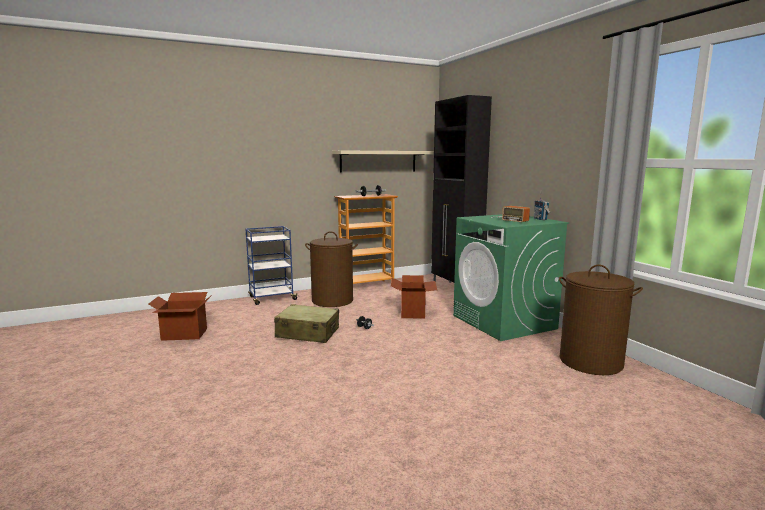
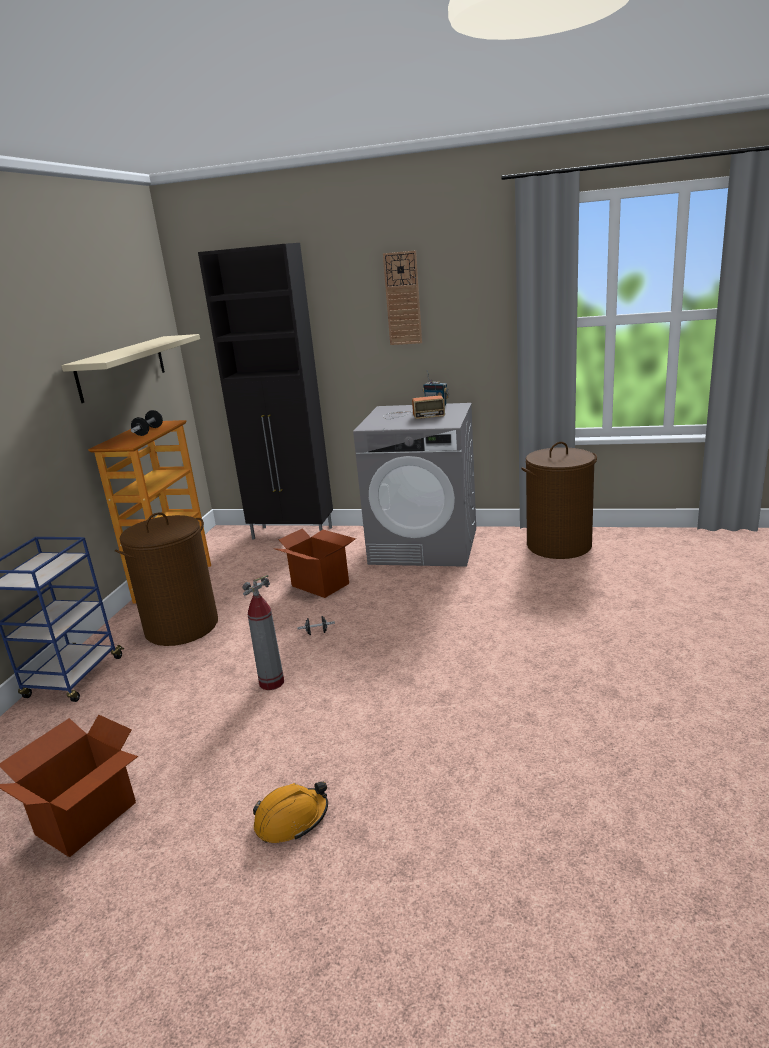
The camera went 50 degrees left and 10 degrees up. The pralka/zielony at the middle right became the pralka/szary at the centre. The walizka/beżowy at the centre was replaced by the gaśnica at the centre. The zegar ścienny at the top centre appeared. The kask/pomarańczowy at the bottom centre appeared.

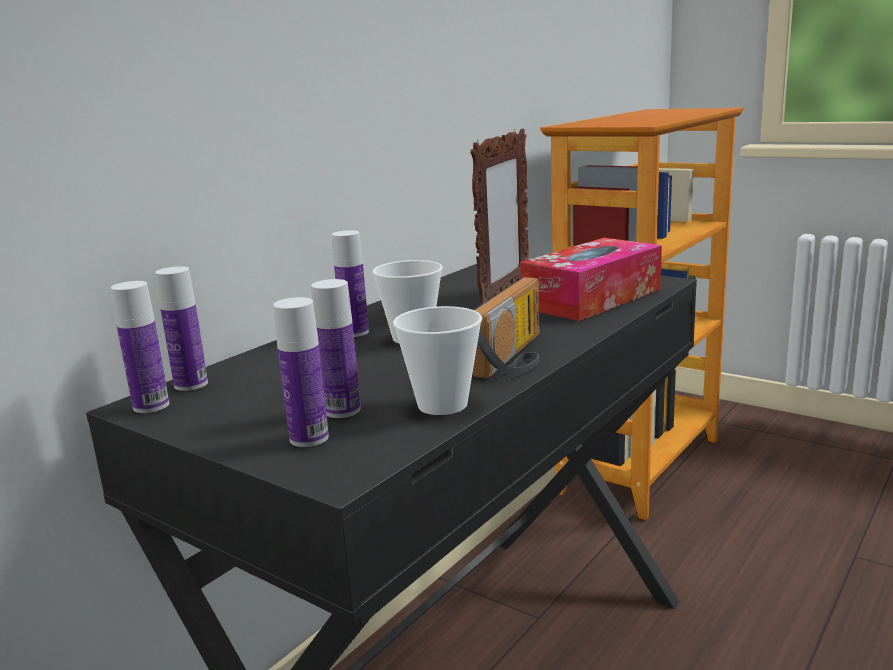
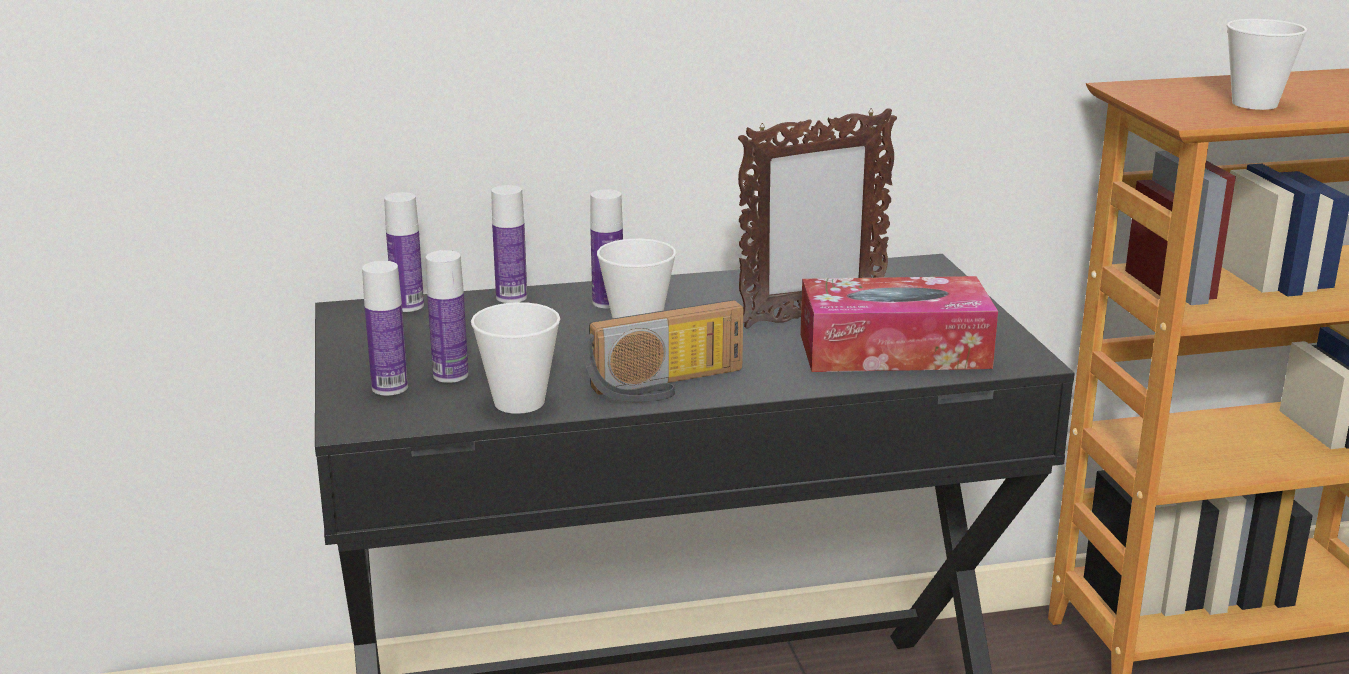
The camera went 40 degrees right and 5 degrees up. The butelka (1st from left in the first image) moved from the middle left to the centre. The filiżanka (3rd from left) at the top right appeared.

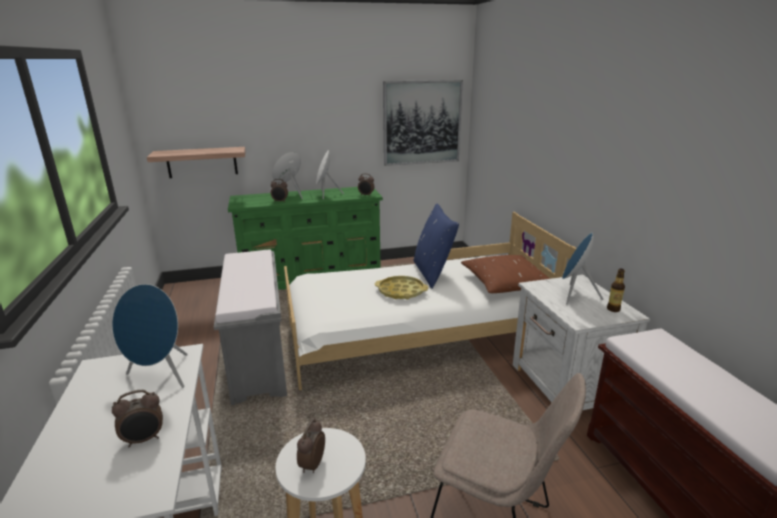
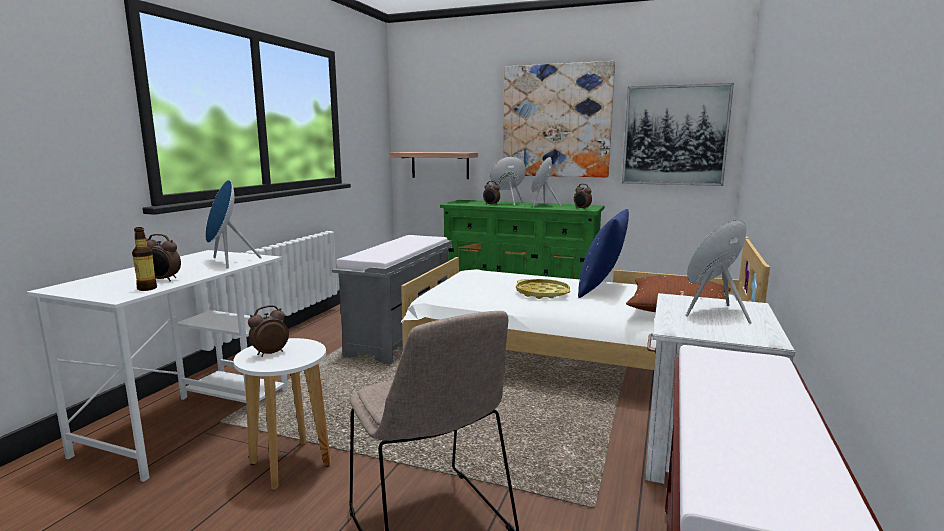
The camera went 35 degrees right and 10 degrees down. The butelka moved from the middle right to the middle left. The obraz (1st from left) at the top centre appeared.

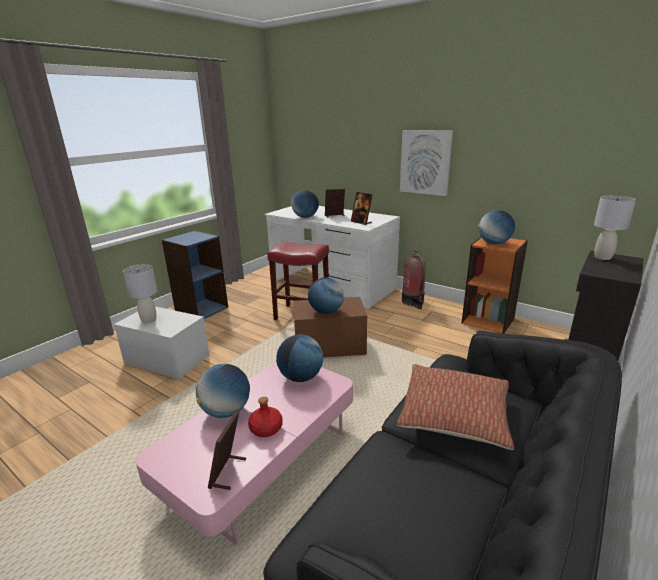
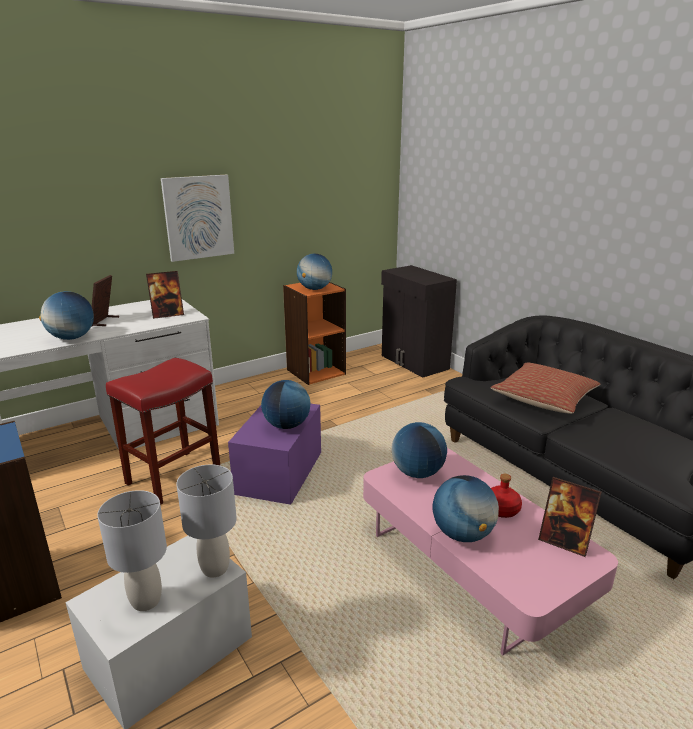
The camera went 70 degrees left and 0 degrees up. The lampa stołowa/szary (2nd from left) moved from the middle right to the bottom left. The gaśnica at the centre disappeared. The pojemnik do przechowywania/brązowy at the centre became the pojemnik do przechowywania/fioletowy at the centre.

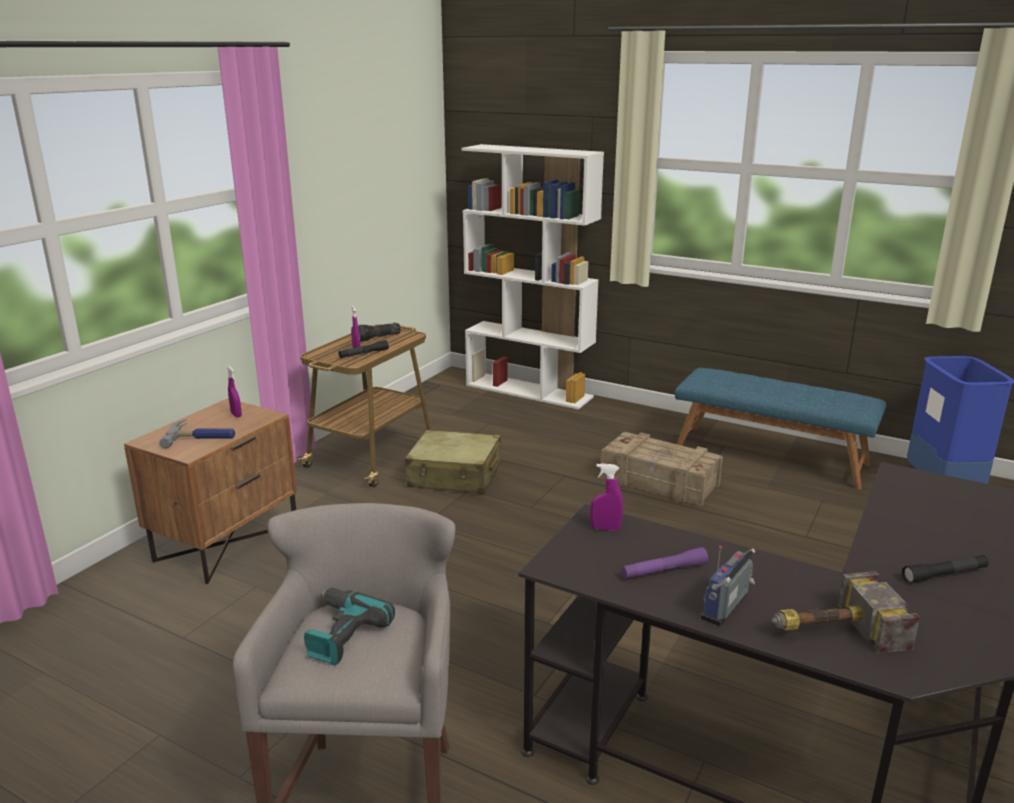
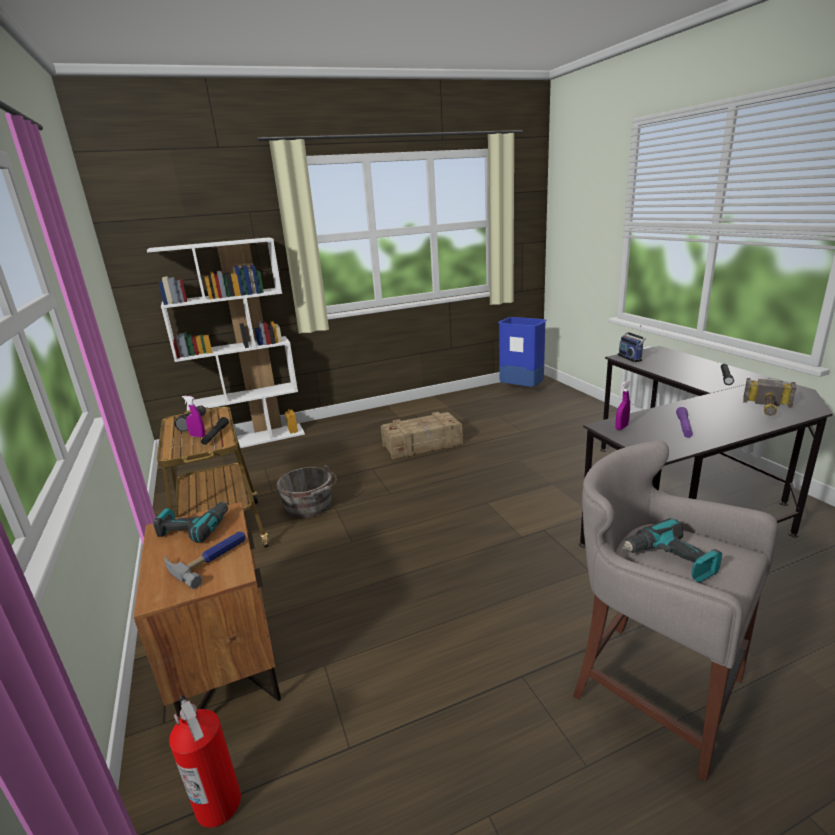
The camera went 50 degrees left and 0 degrees up. The spryskiwacz/fioletowy (1st from left) at the middle left was replaced by the wiertarka (1st from left) at the middle left. The ławka/niebieski at the middle right disappeared. The walizka/beżowy at the centre was replaced by the wiadro/szary at the centre. The radio moved from the bottom right to the middle right. The gaśnica at the bottom left appeared.

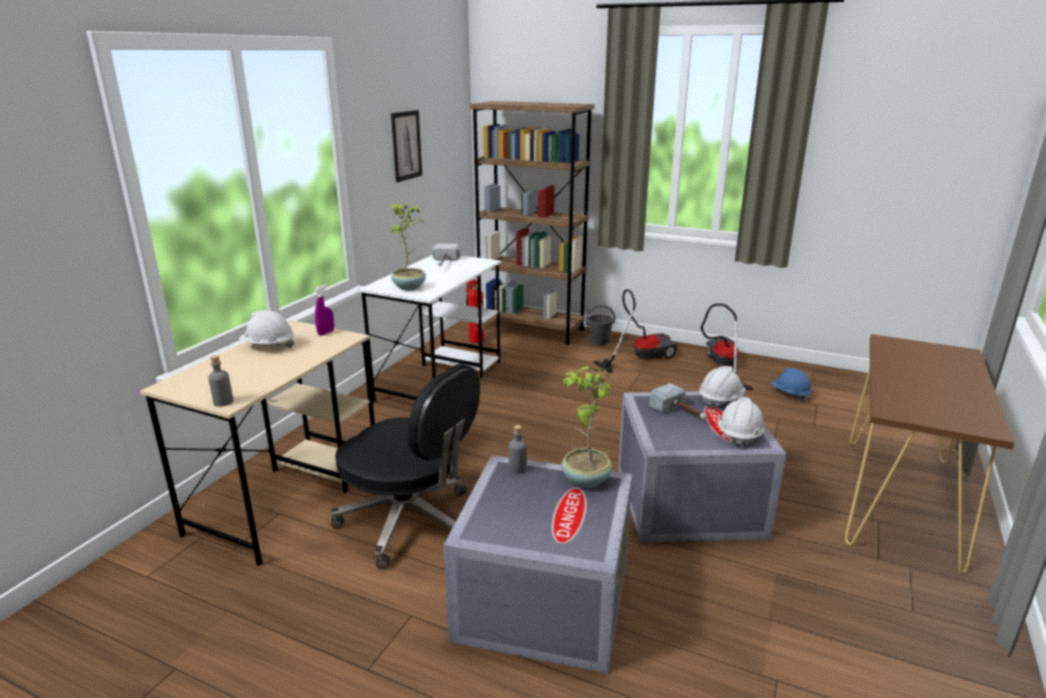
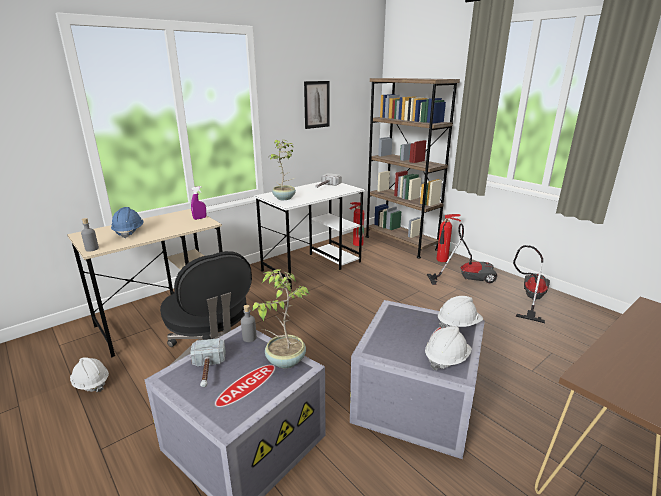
The camera went 25 degrees right and 0 degrees up. The wiadro/szary at the centre was replaced by the gaśnica (2nd from left) at the middle right. The kask/biały (1st from left) moved from the middle left to the bottom left. The kask/niebieski moved from the middle right to the middle left. The młotek (2nd from left in the first image) moved from the centre to the bottom left.

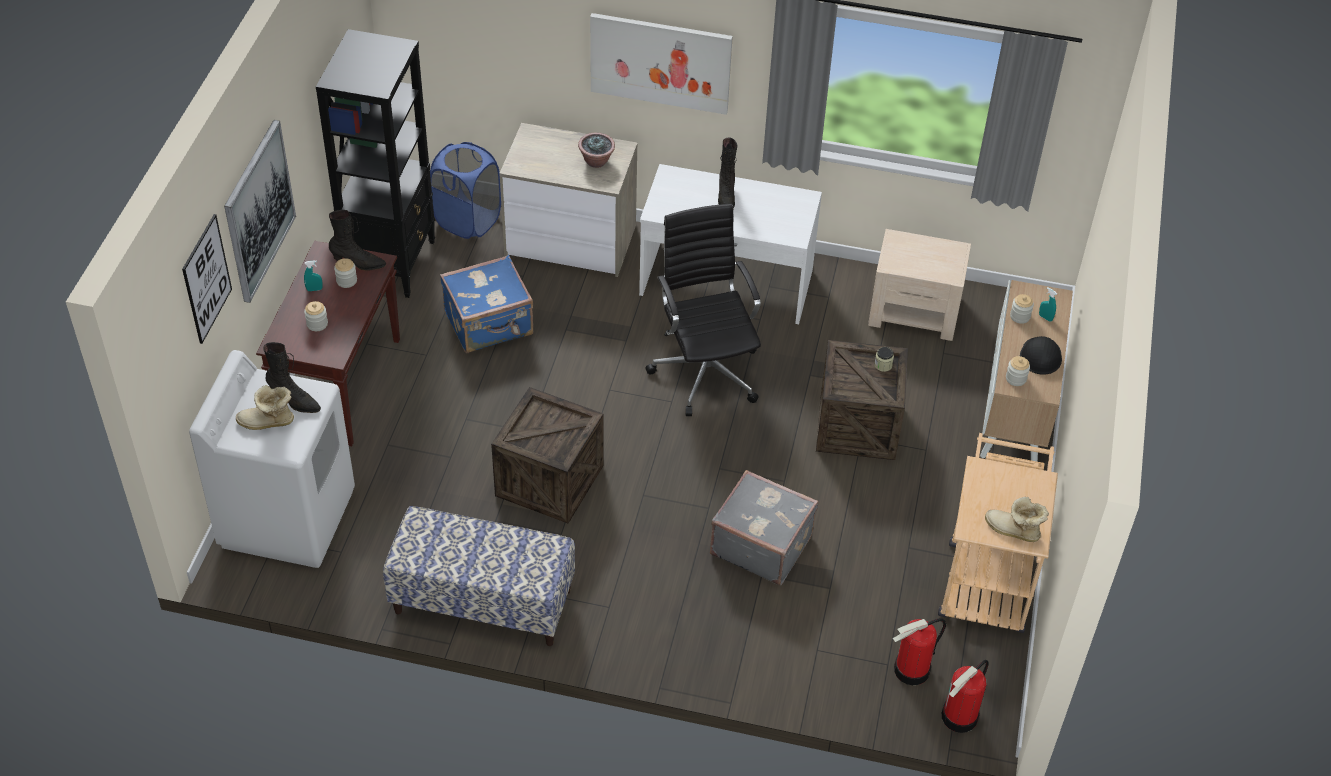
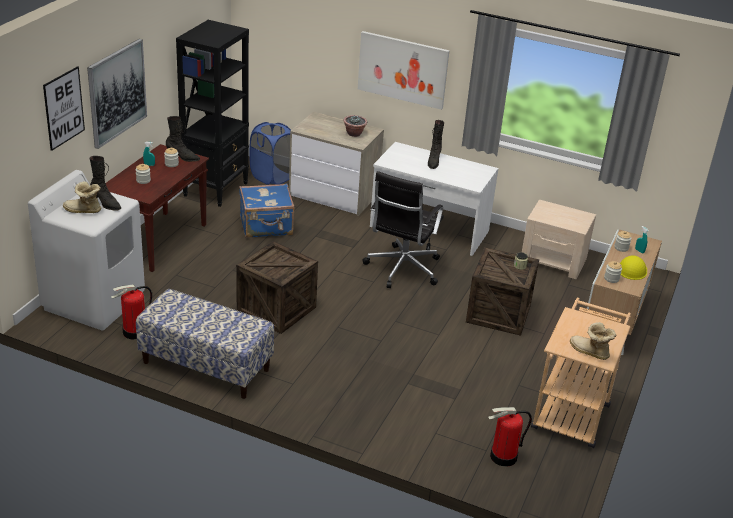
The camera went 10 degrees right and 15 degrees down. The krzesło biurowe/czarny at the centre turned 150 degrees counterclockwise. The kask/czarny at the middle right became the kask/żółty at the middle right. The walizka/szary at the bottom centre disappeared. The gaśnica (2nd from left in the first image) moved from the bottom right to the middle left.

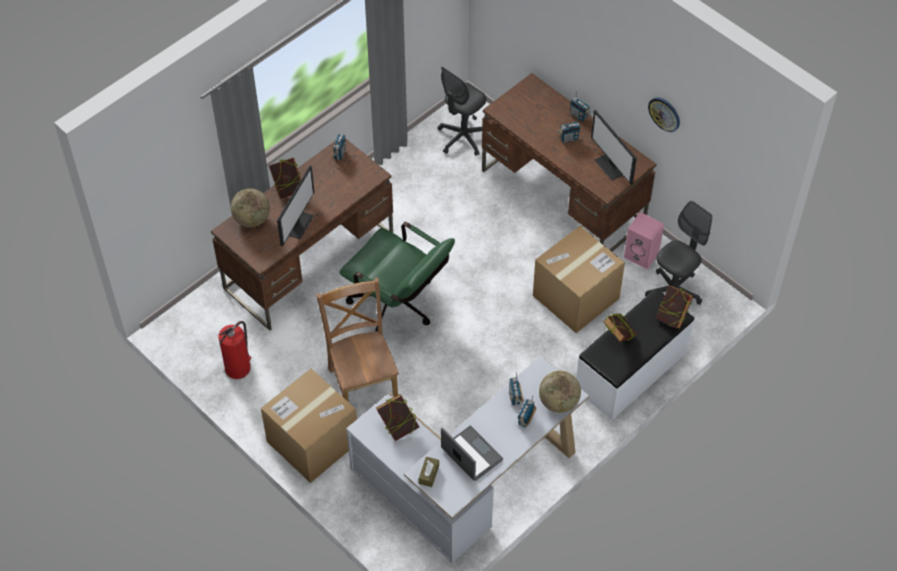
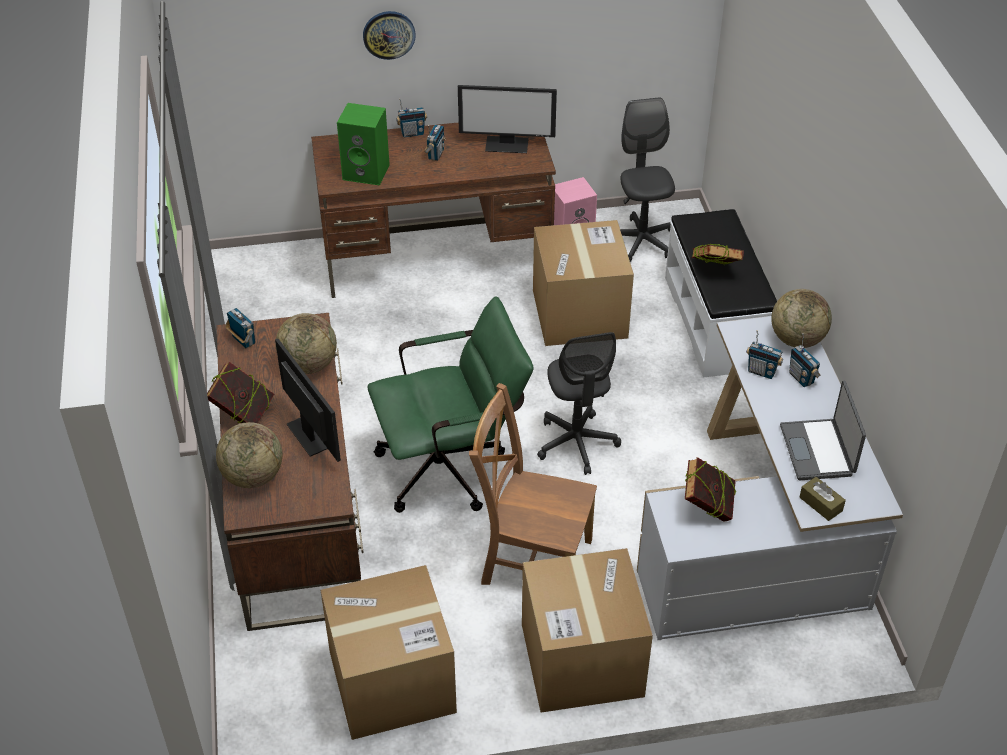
The camera went 55 degrees left and 10 degrees down. The krzesło biurowe/szary (1st from left) moved from the top centre to the centre. The zegar ścienny moved from the top right to the top centre. The książka (4th from left) at the middle right disappeared. The gaśnica at the middle left was replaced by the karton (1st from left) at the bottom centre. The laptop at the bottom centre turned 90 degrees counterclockwise. The głośnik/zielony at the top centre appeared. The globus (2nd from left) at the middle left appeared.

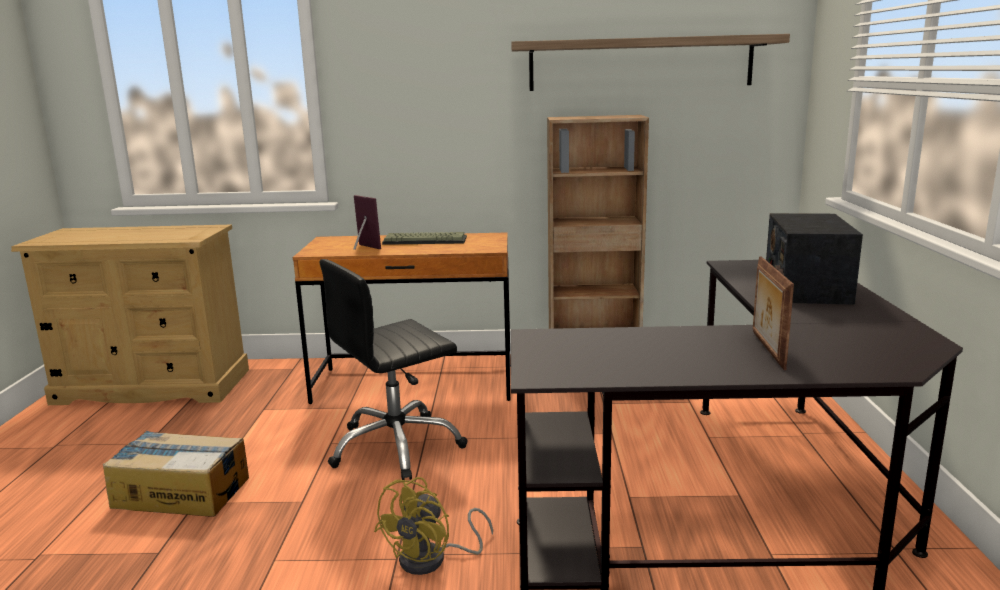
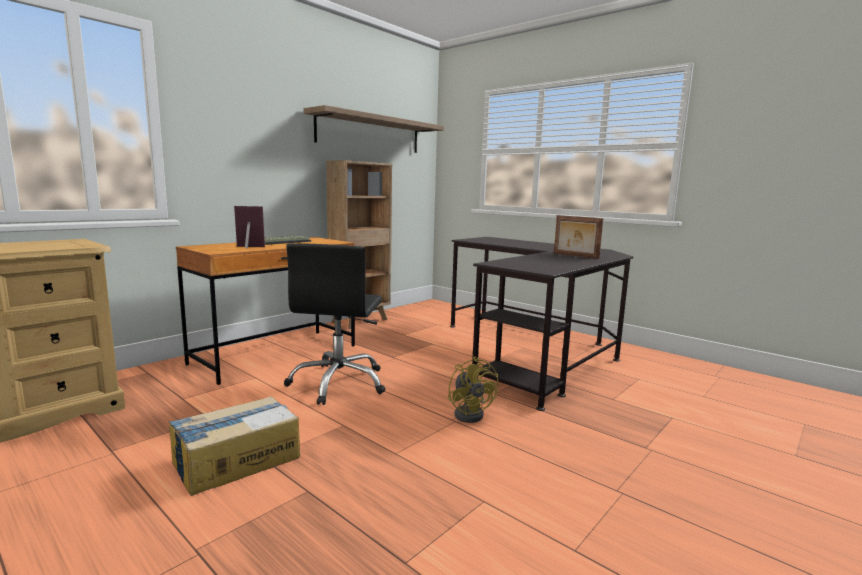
The camera went 50 degrees left and 5 degrees down. The radio at the middle right disappeared.

